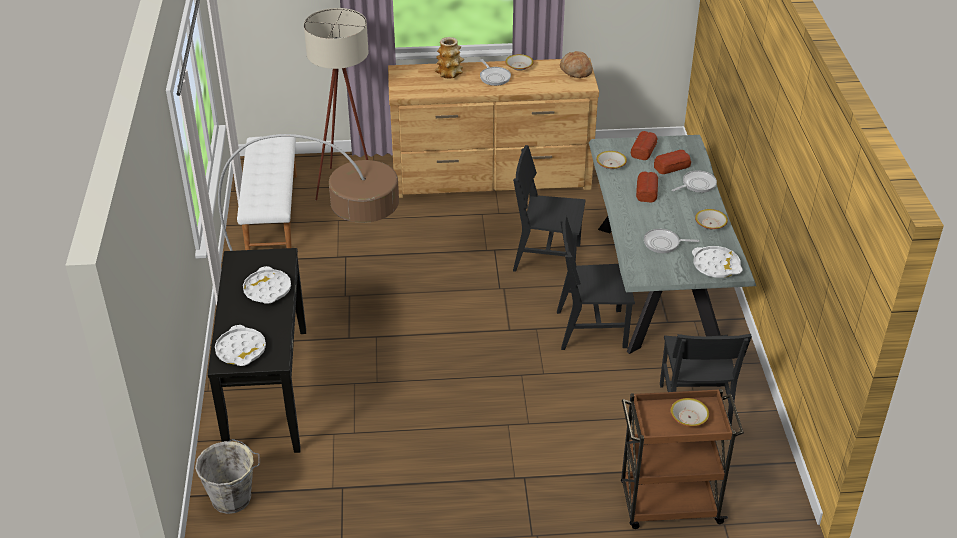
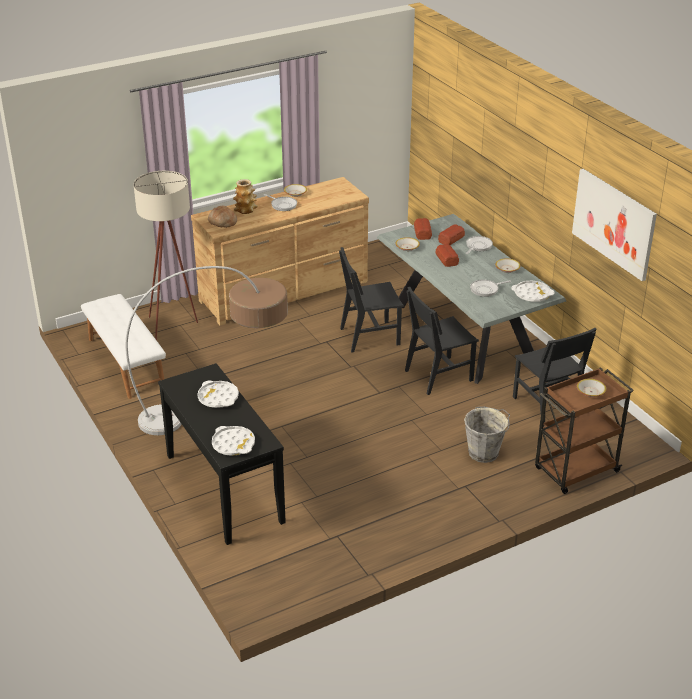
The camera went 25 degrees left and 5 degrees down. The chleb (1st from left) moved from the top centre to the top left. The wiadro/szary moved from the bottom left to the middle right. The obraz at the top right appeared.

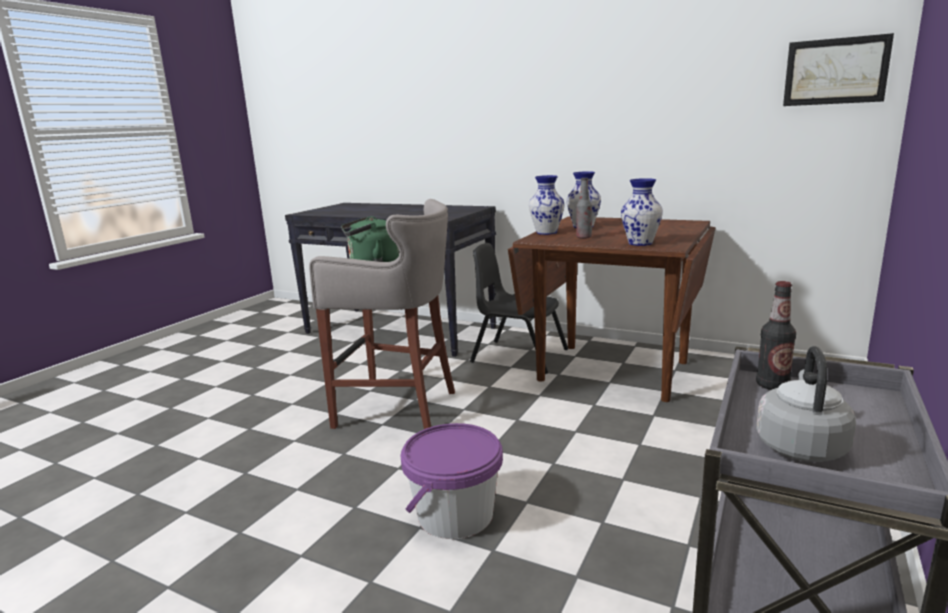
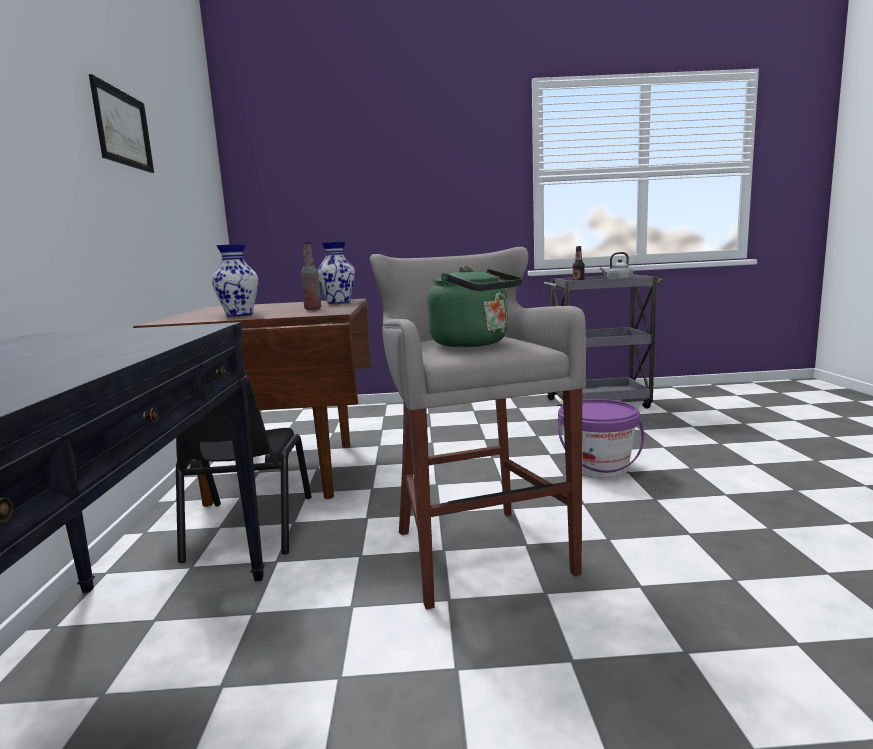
The camera went 120 degrees left and 5 degrees down. The obraz moved from the top right to the top left. The wazon (1st from left) at the centre disappeared.

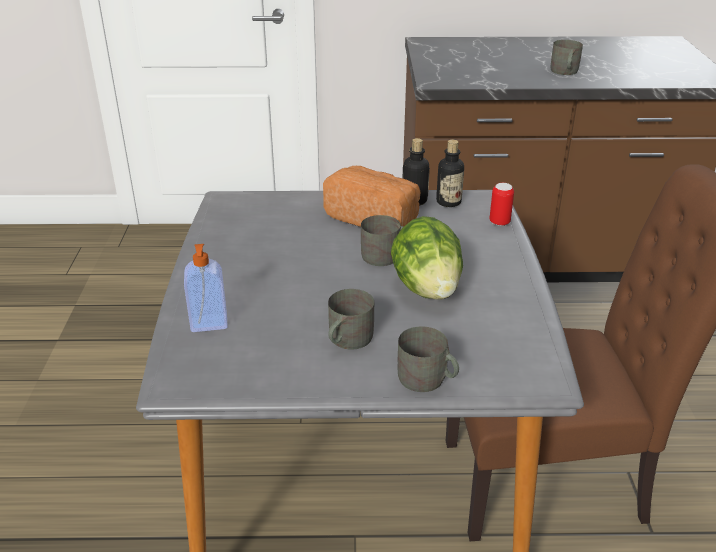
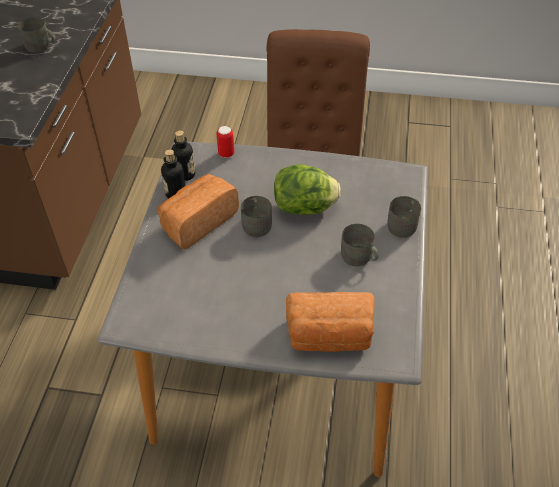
The camera went 80 degrees left and 15 degrees up. The dozownik mydła at the middle left was replaced by the chleb (2nd from left) at the centre.

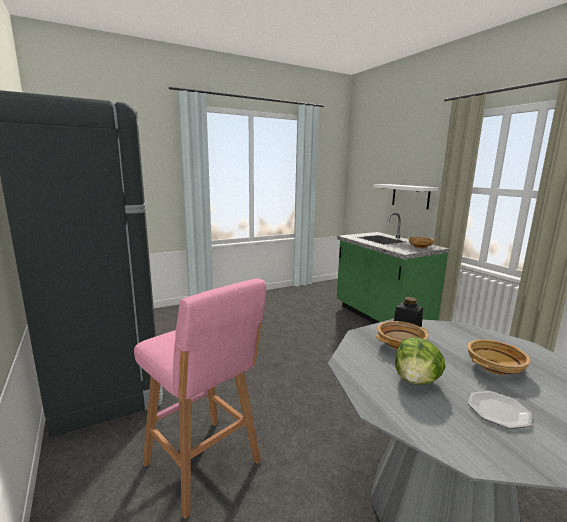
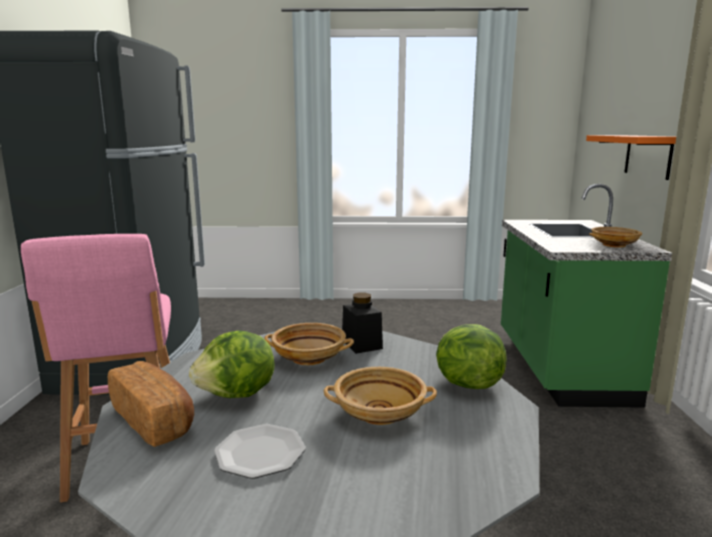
The camera went 30 degrees right and 0 degrees up. The półka/biały at the middle right became the półka/pomarańczowy at the top right. The sałata (2nd from left) at the centre appeared. The chleb at the bottom left appeared.

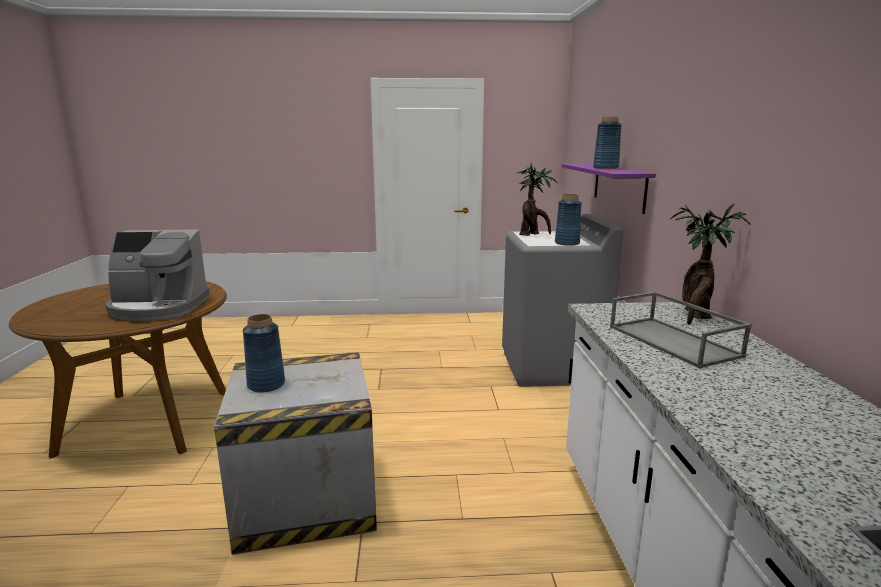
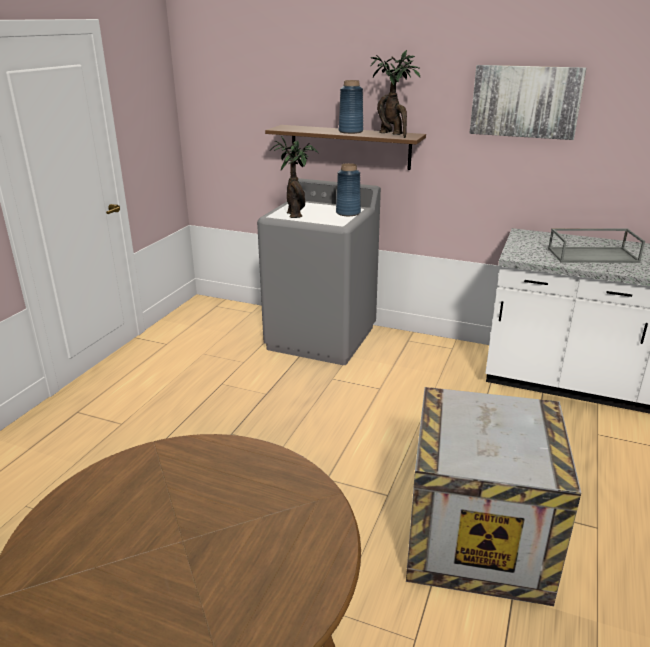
The camera went 65 degrees left and 10 degrees up. The półka/fioletowy at the top right became the półka/brązowy at the top centre. The roślina doniczkowa (2nd from left) moved from the middle right to the top centre. The ekspres do kawy at the middle left disappeared. The wazon/niebieski (1st from left) at the middle left disappeared. The obraz at the top right appeared.

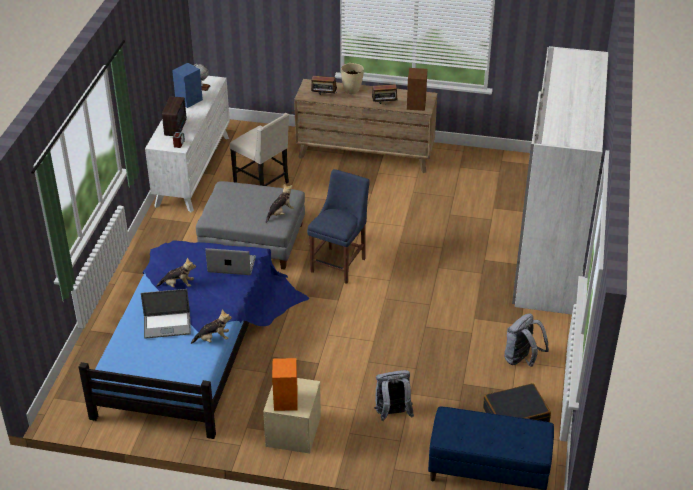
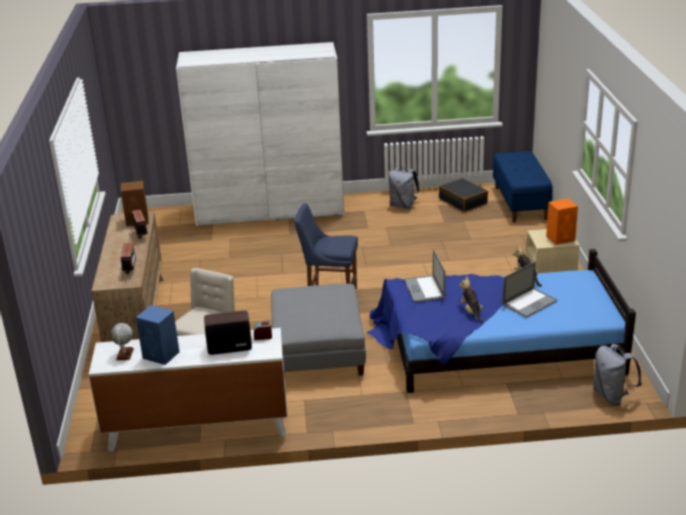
The camera went 105 degrees left and 10 degrees down. The wazon/beżowy at the top centre disappeared. The pluszak (3rd from left) at the centre disappeared. The laptop (1st from left in the first image) at the middle left turned 75 degrees clockwise. The plecak/szary (1st from left in the first image) moved from the bottom centre to the bottom right.

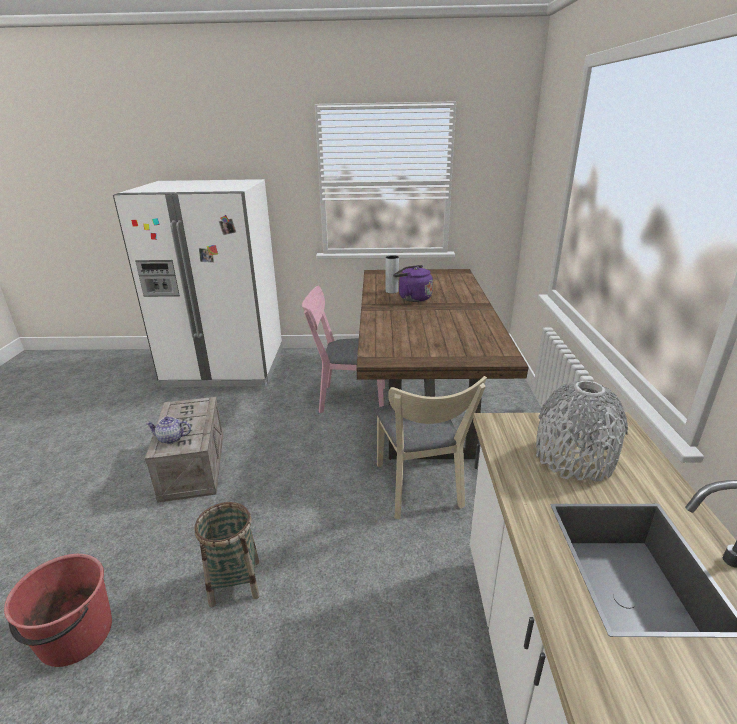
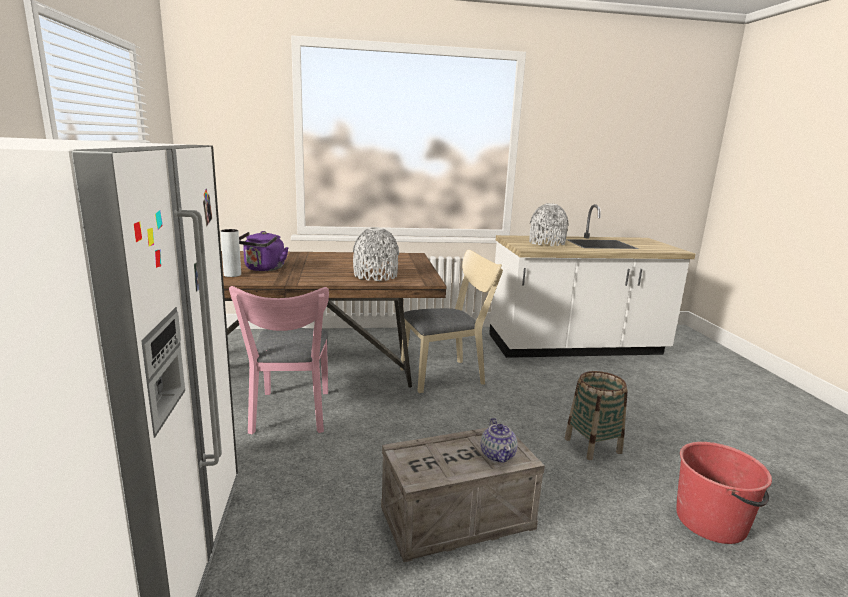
The camera went 100 degrees left and 10 degrees down. The wazon/szary (2nd from left) at the centre appeared.

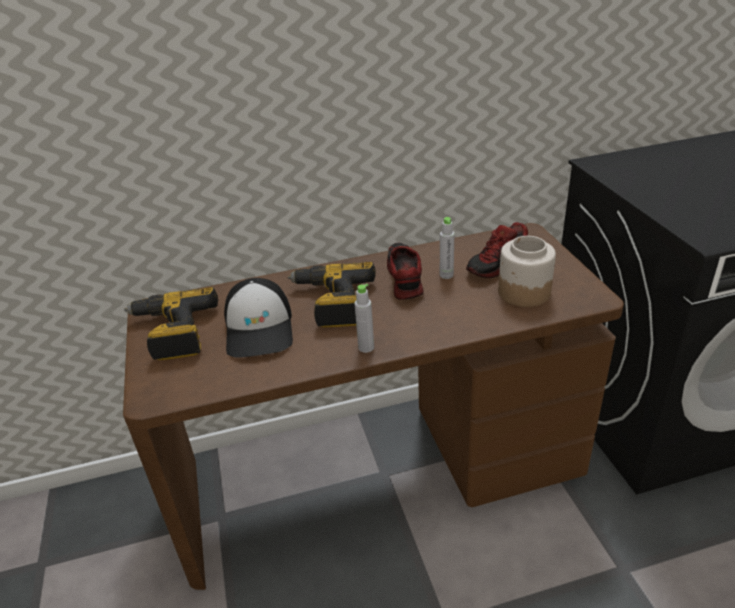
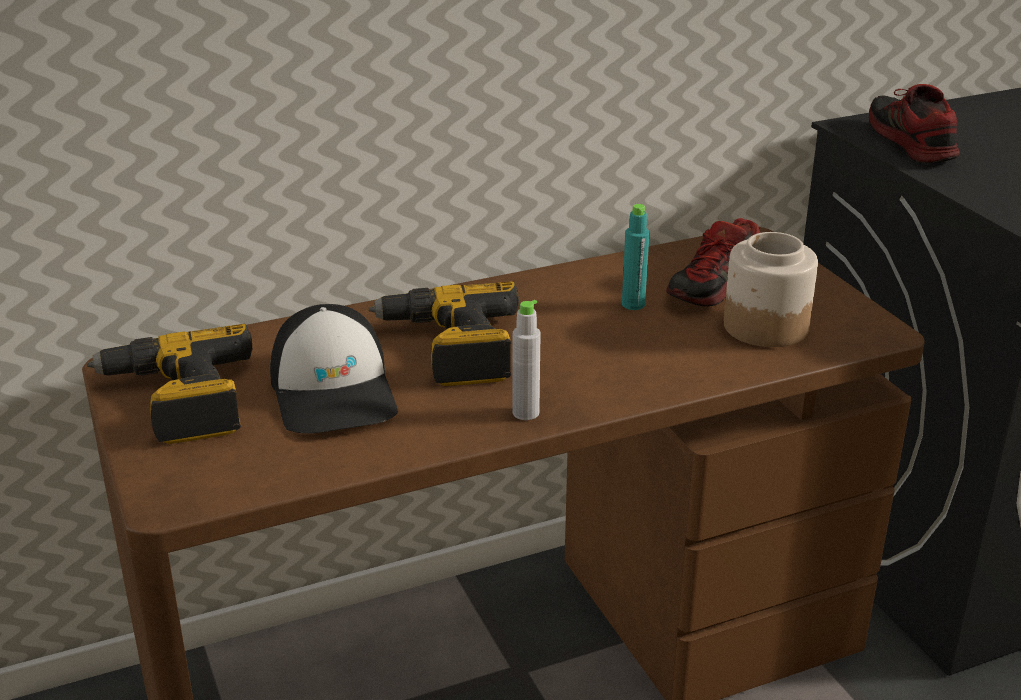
The camera went 10 degrees left and 5 degrees down. The butelka/szary (2nd from left) at the centre became the butelka/turkusowy at the centre. The but (1st from left in the first image) moved from the centre to the top right.

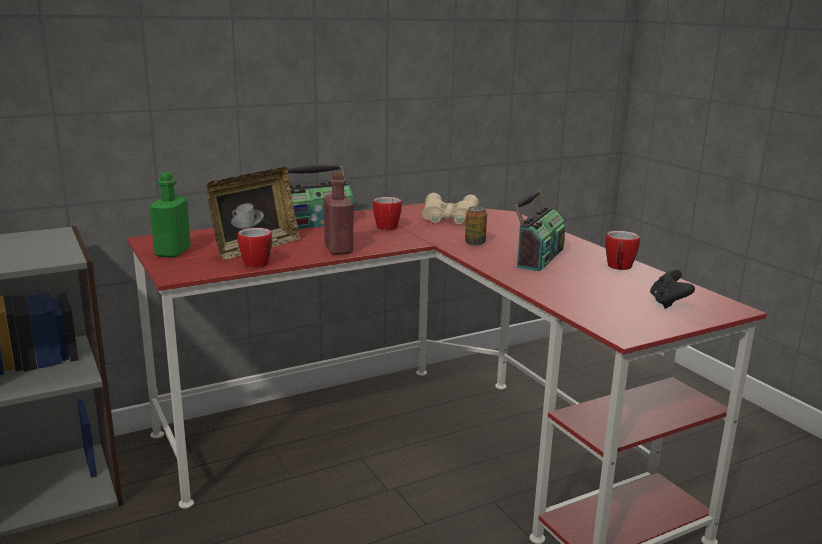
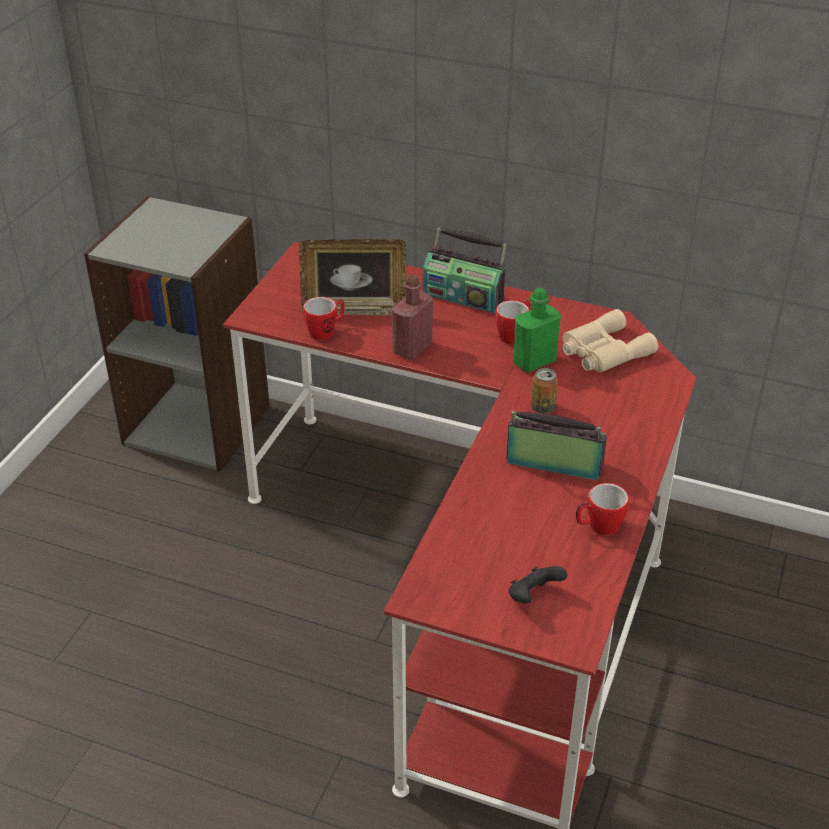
The camera went 50 degrees right and 20 degrees up. The butelka/zielony moved from the middle left to the centre. The radio (2nd from left) at the centre turned 150 degrees counterclockwise.

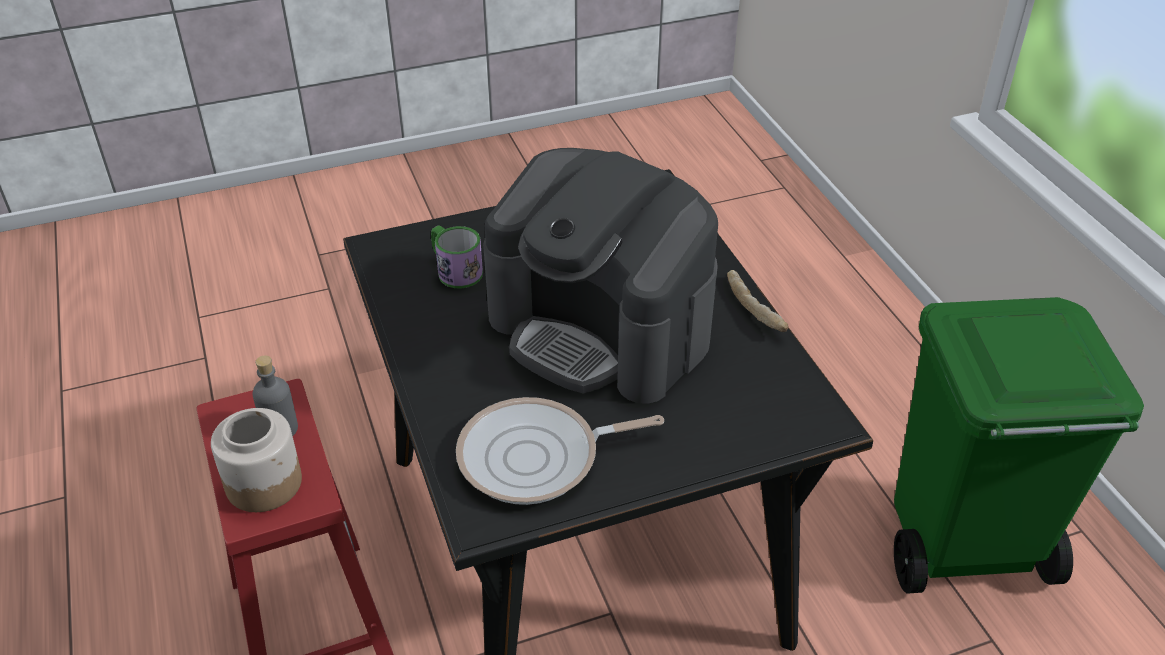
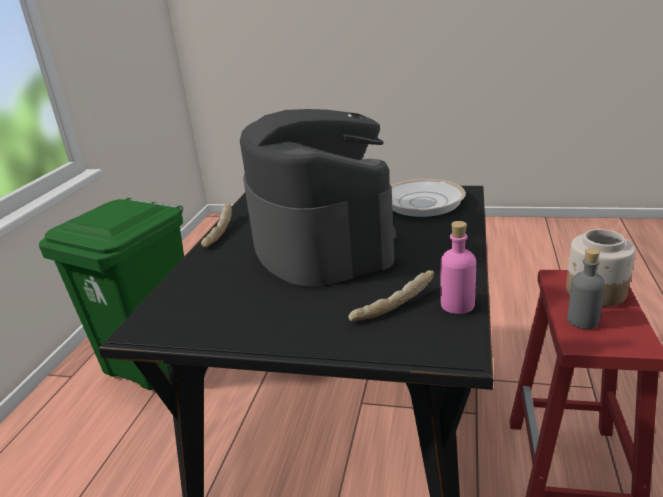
The camera went 145 degrees left and 15 degrees down. The kubek at the centre was replaced by the chleb (2nd from left) at the centre. The butelka/różowy at the middle right appeared.

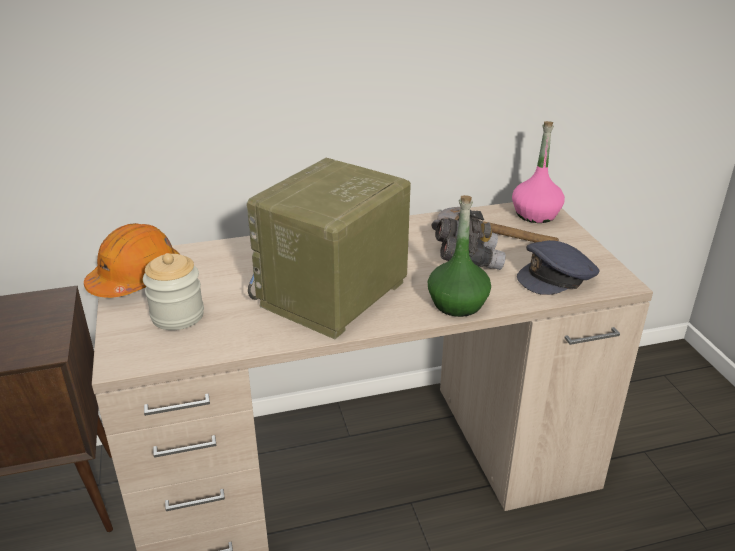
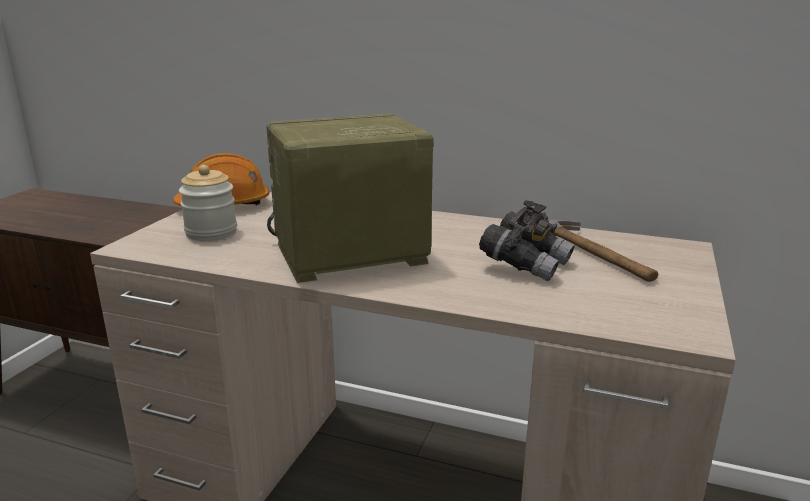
The camera went 35 degrees right and 10 degrees down. The butelka/różowy at the top right disappeared. The butelka/zielony at the centre disappeared. The czapka z daszkiem/szary at the middle right disappeared.

